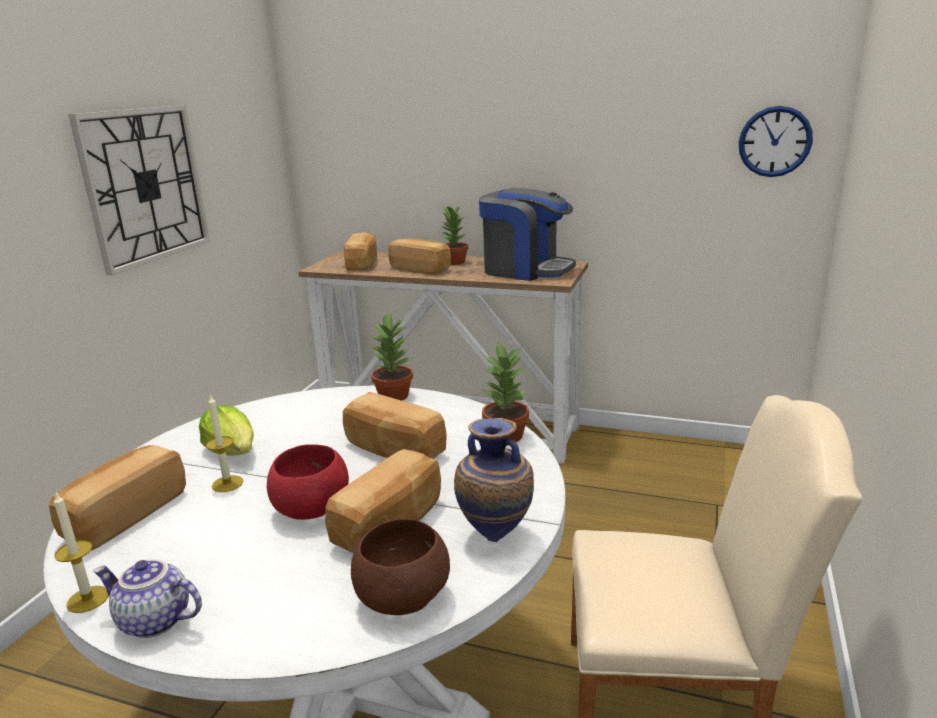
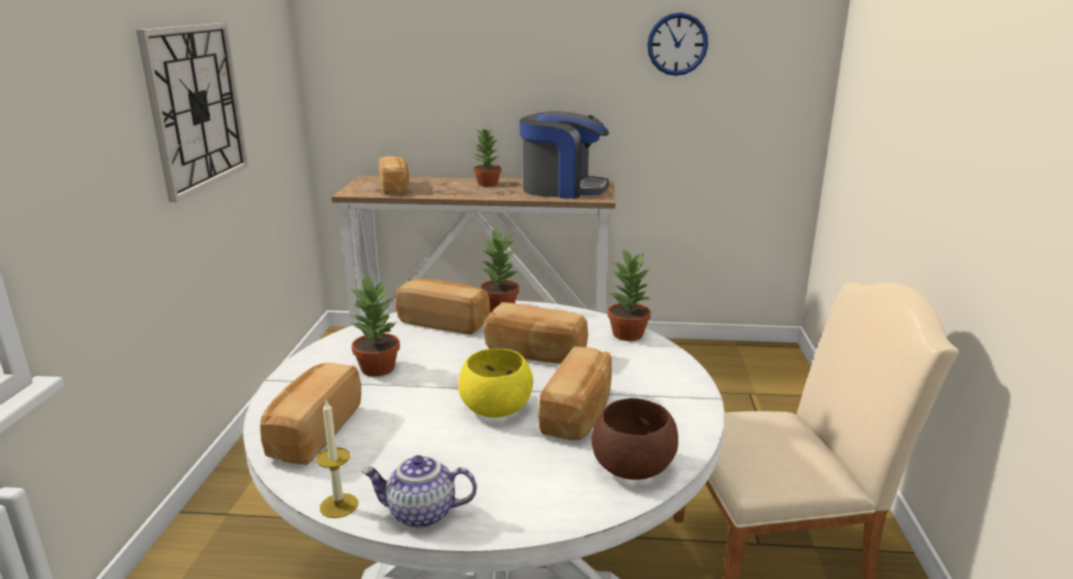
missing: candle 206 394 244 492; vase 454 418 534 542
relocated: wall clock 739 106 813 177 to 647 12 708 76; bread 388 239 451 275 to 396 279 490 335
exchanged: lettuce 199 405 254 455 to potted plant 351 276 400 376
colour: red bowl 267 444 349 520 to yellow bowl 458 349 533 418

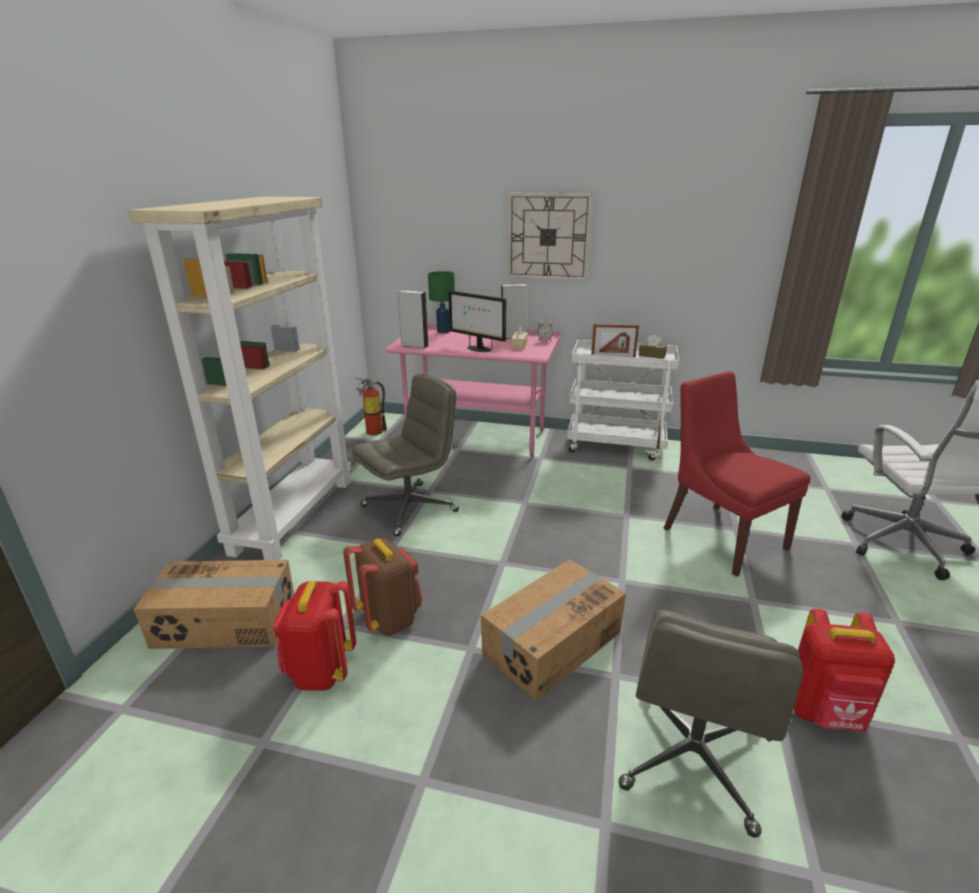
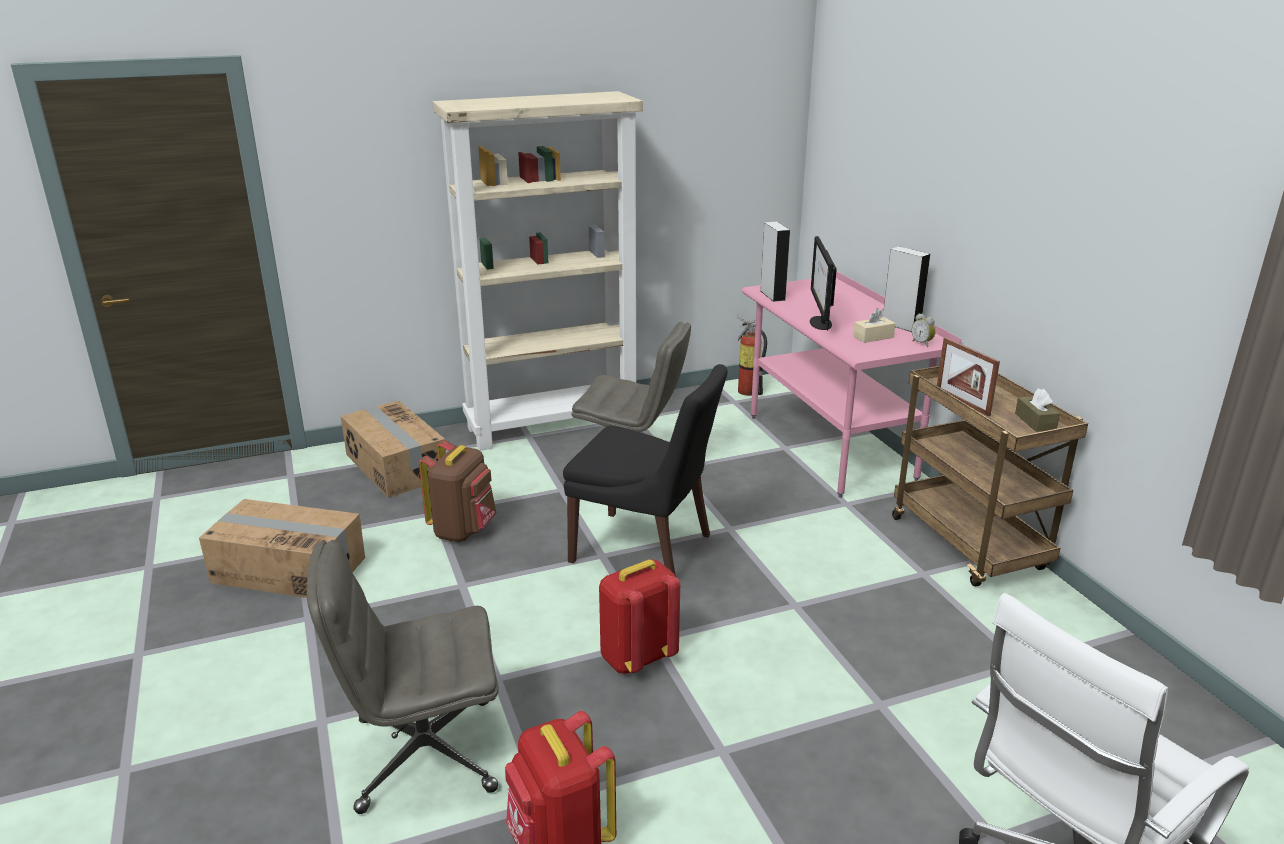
missing: wall clock 508 193 592 281; green table lamp 428 271 455 333; red chair 663 371 811 577
appeared: black chair 563 364 728 576
relocated: cardboard box 481 559 626 701 to 199 499 365 598; red backpack 273 581 356 691 to 599 559 680 674
colour: white cart 567 340 679 461 to brown cart 892 366 1088 587

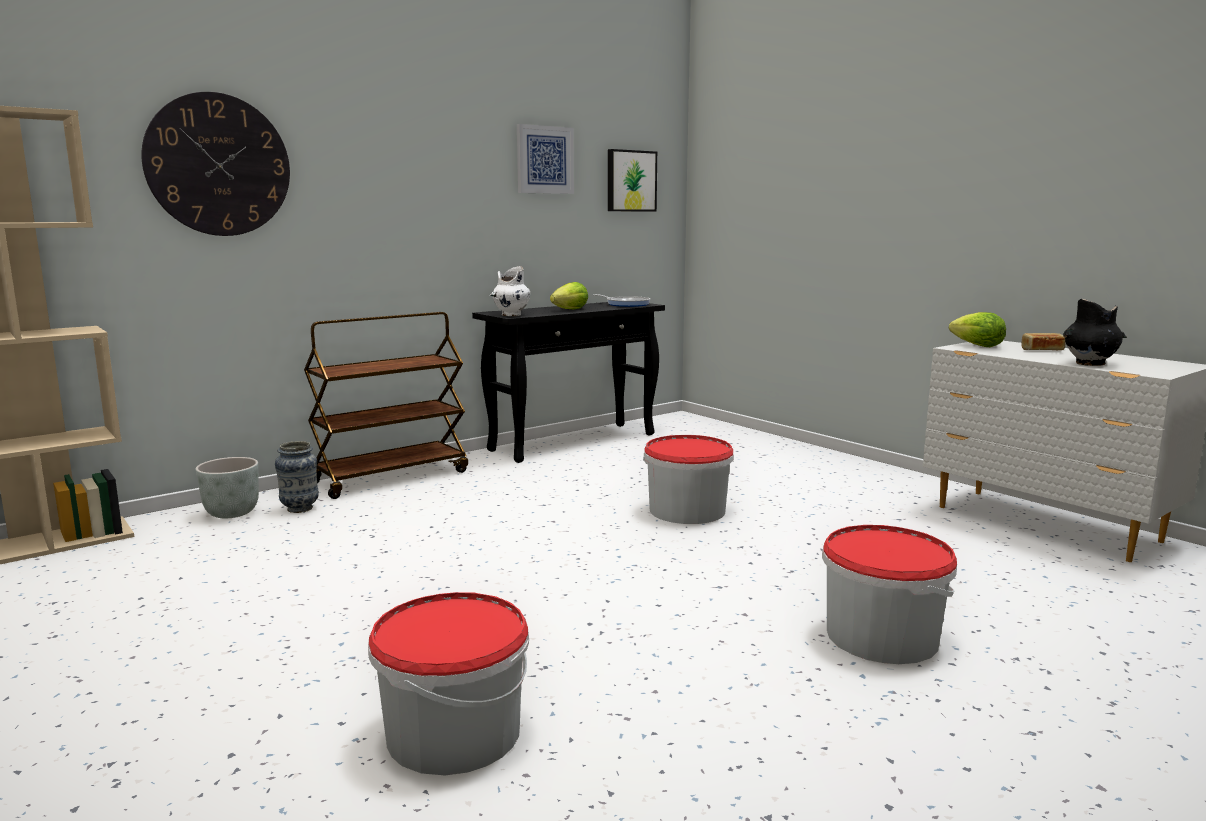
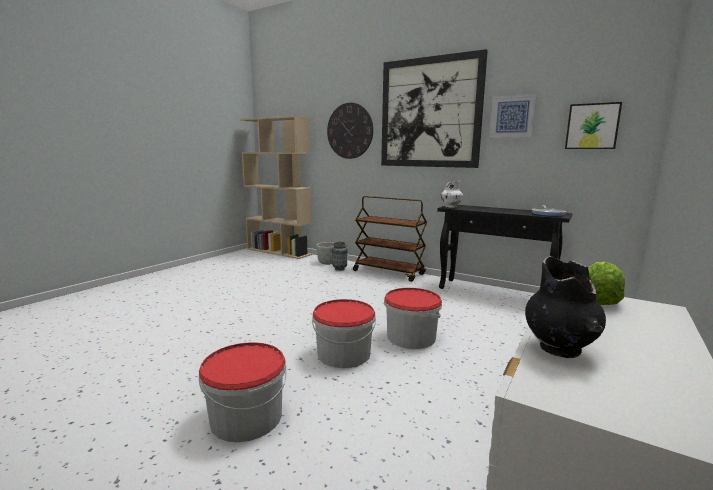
missing: lettuce 550 282 588 309; bread 1021 333 1066 350
appeared: picture 381 49 488 168
relocated: bucket 368 592 529 775 to 312 299 376 368

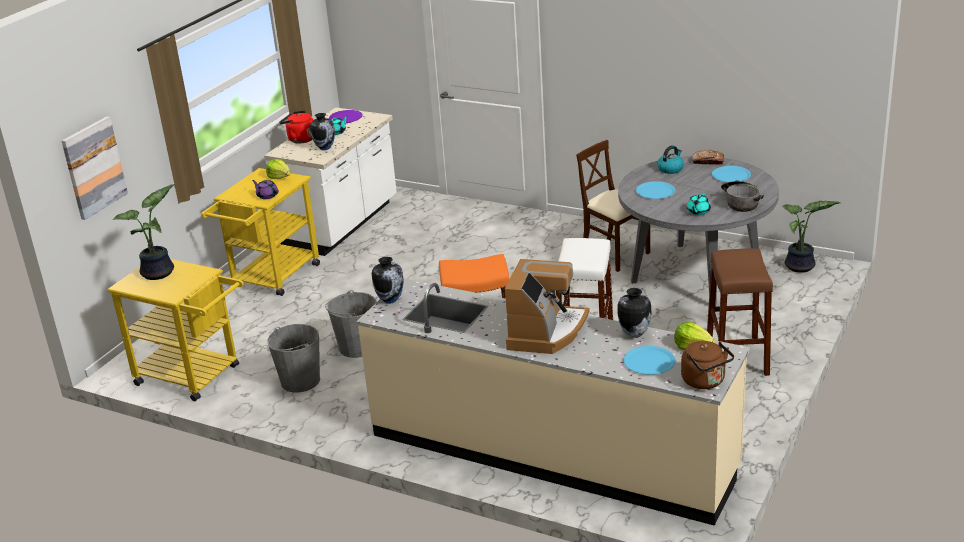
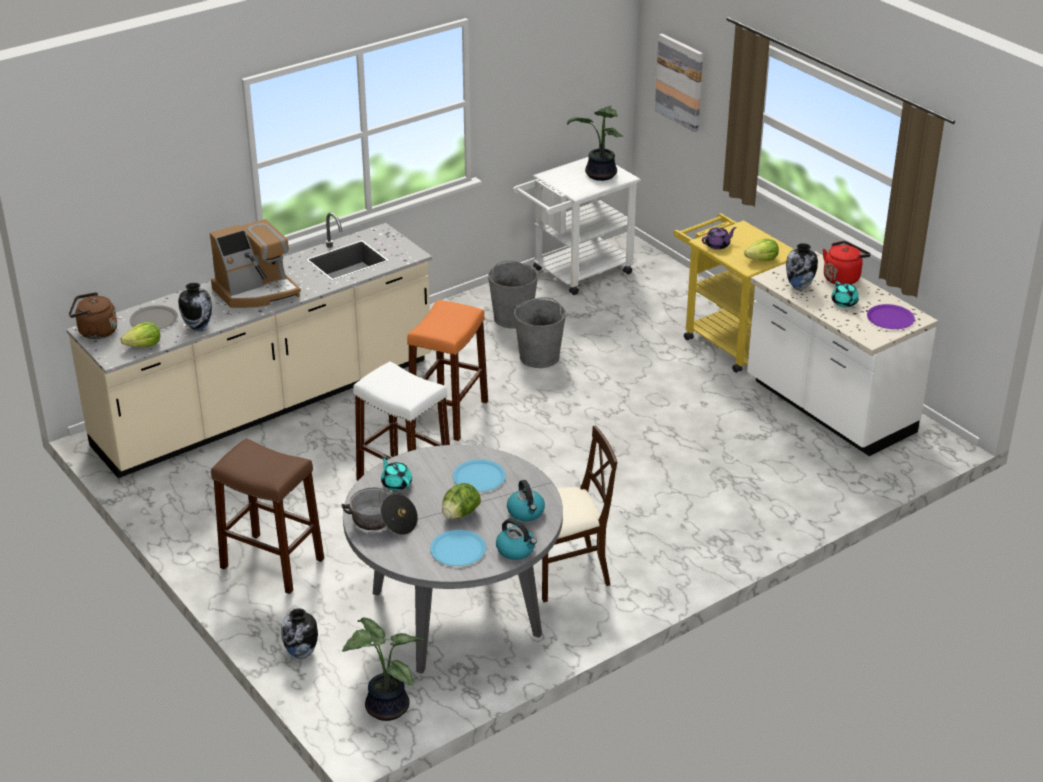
appeared: lettuce 442 483 481 519
relocated: vase 372 257 404 304 to 281 608 318 659
exchanged: bread 692 150 724 165 to kettle 496 518 537 560
colour: yellow cart 107 259 244 401 to white cart 513 157 641 295; blue plate 623 346 675 375 to grey plate 130 305 178 330
spun: coffee machine 505 259 589 354 = 210 219 301 308 75 degrees counterclockwise

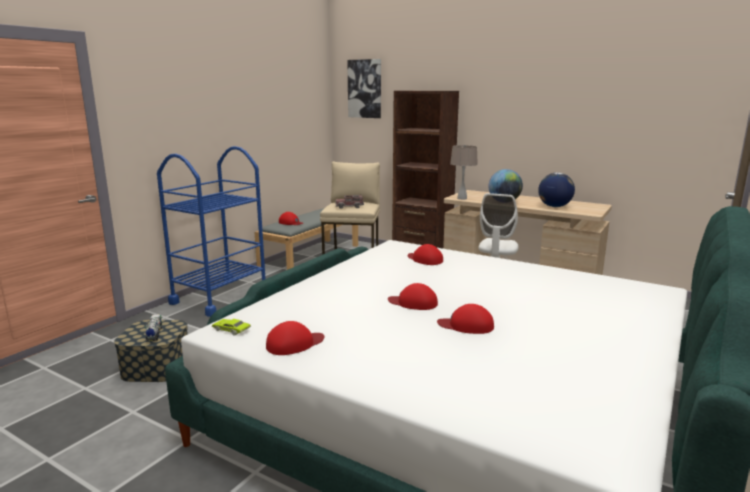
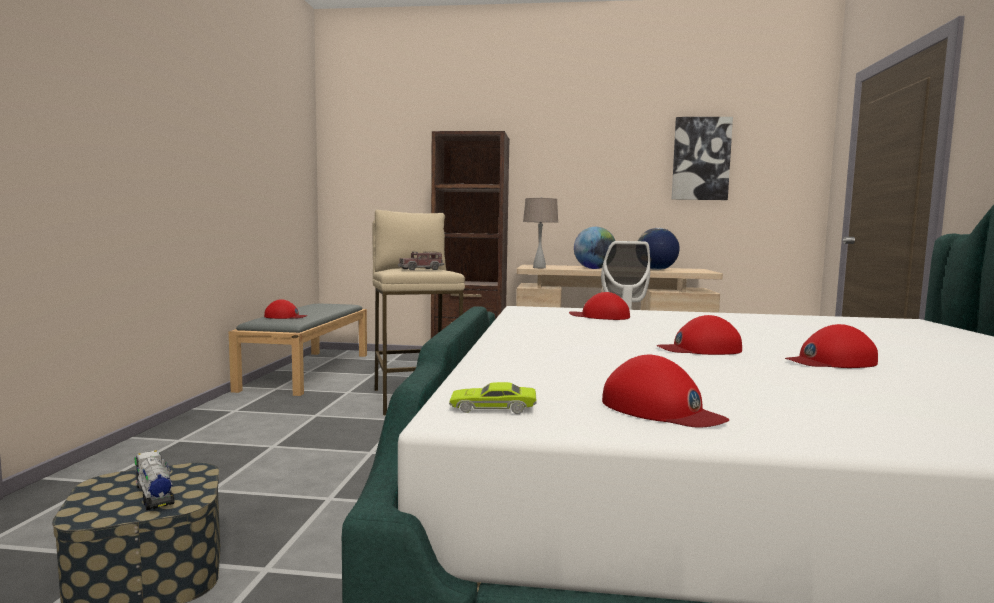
missing: blue cart 157 146 265 317
relocated: picture 347 59 381 118 to 672 117 733 200
spun: red cap 266 321 324 355 = 602 355 729 428 105 degrees clockwise

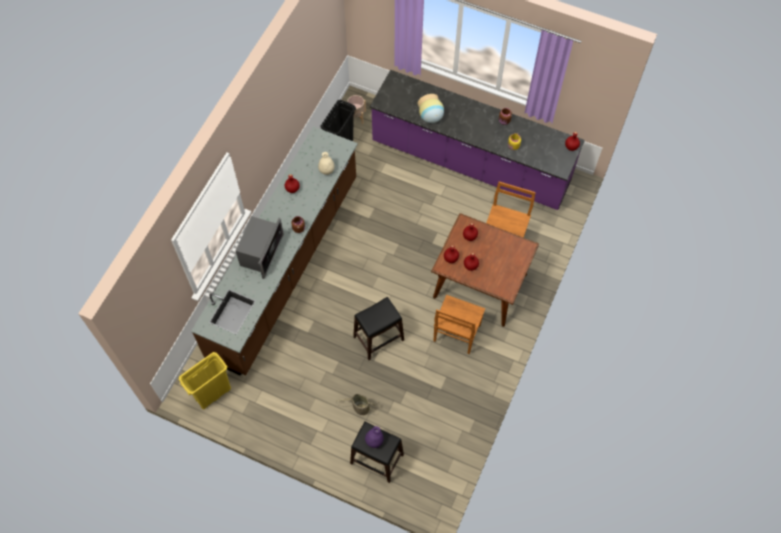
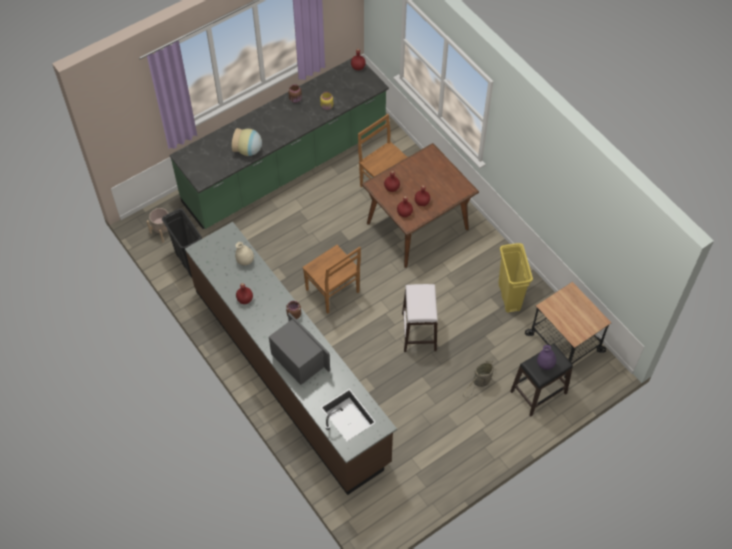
appeared: cart 525 282 611 378
relocated: brown chair 434 295 485 354 to 302 245 361 314; yellow trash can 179 352 231 409 to 498 243 533 313
colour: purple counter 370 70 585 210 to green counter 170 58 389 229; black stool 353 297 404 360 to white stool 402 284 438 352

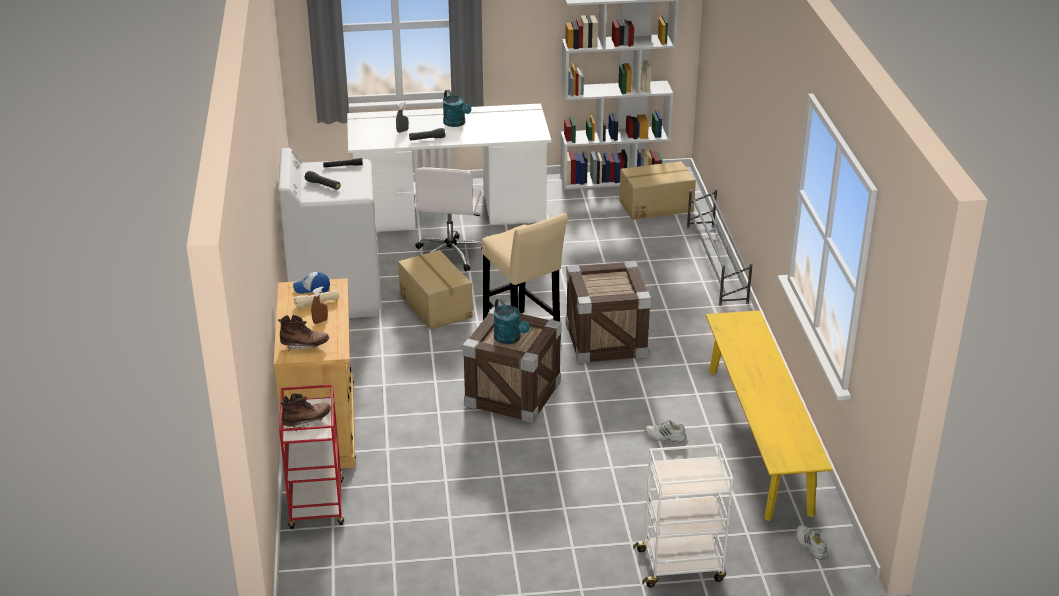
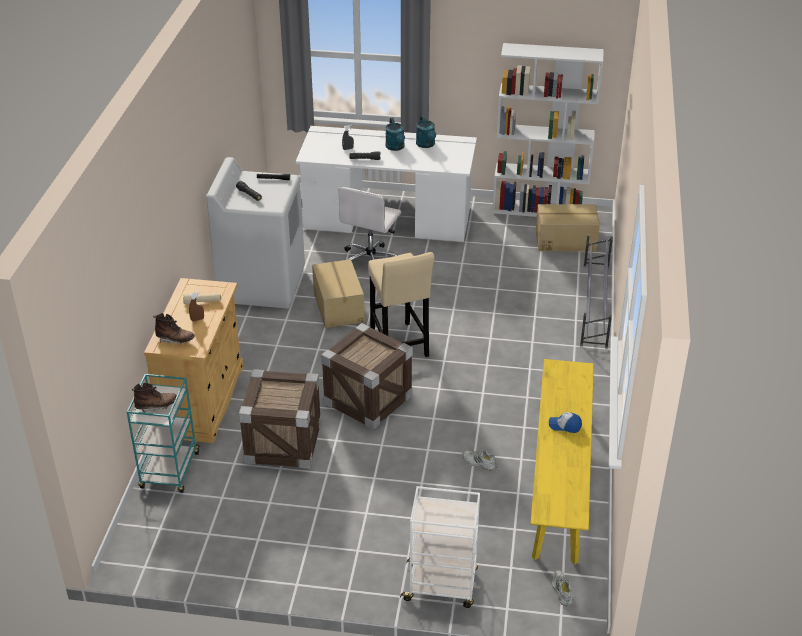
relocated: crate 566 261 651 364 to 239 369 322 469; cap 293 272 330 294 to 549 412 582 433; turquoise watering can 494 298 530 344 to 416 115 436 148
colour: red cart 279 384 344 529 to turquoise cart 127 374 200 493

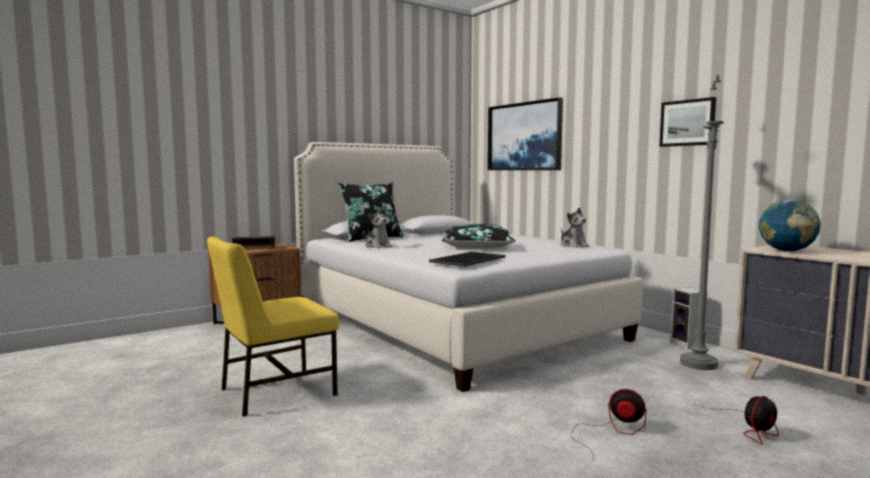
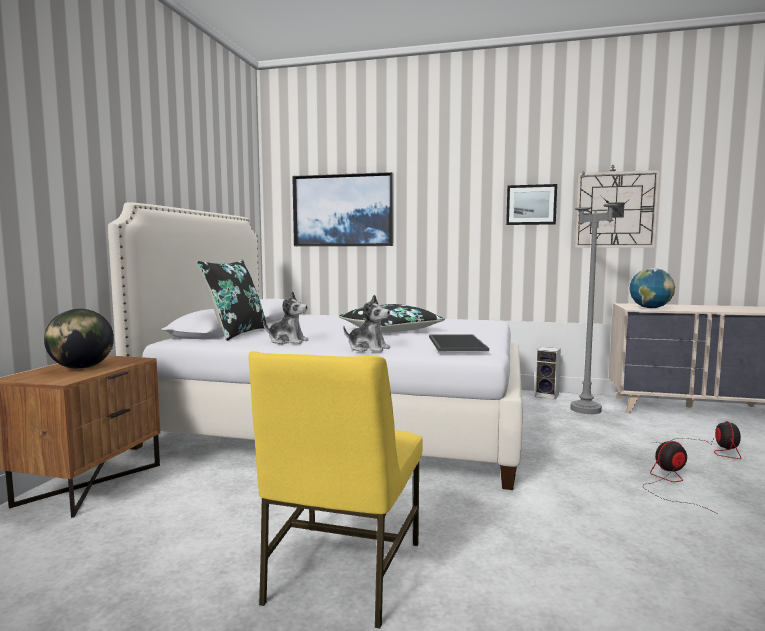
appeared: wall clock 575 170 660 248
relocated: plush toy 561 208 589 248 to 343 294 390 352
exchanged: book 231 236 275 250 to globe 44 309 114 369

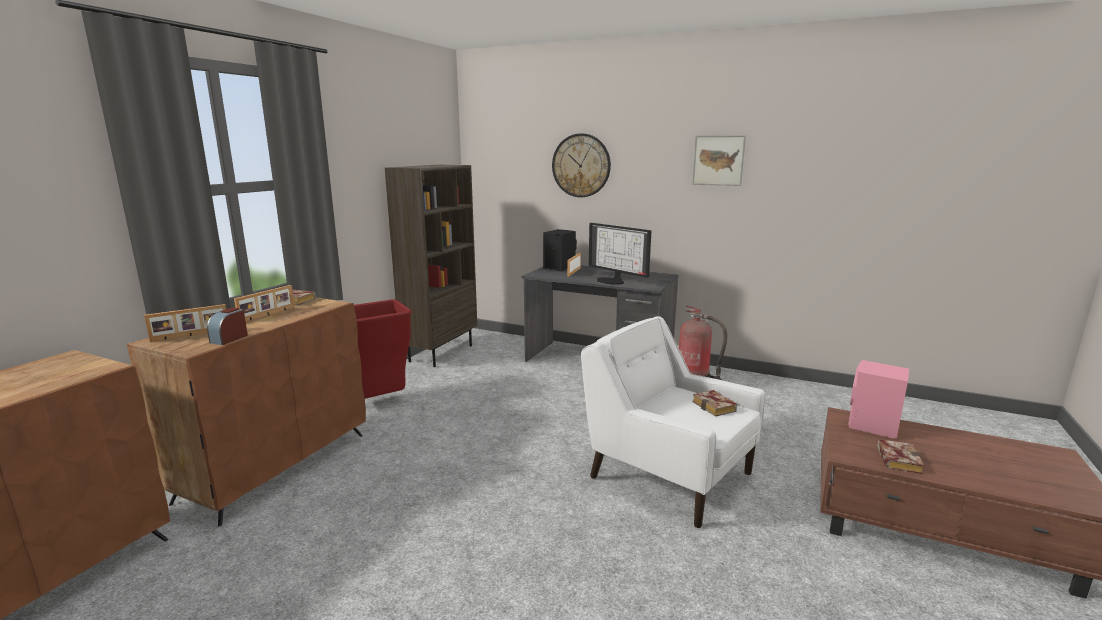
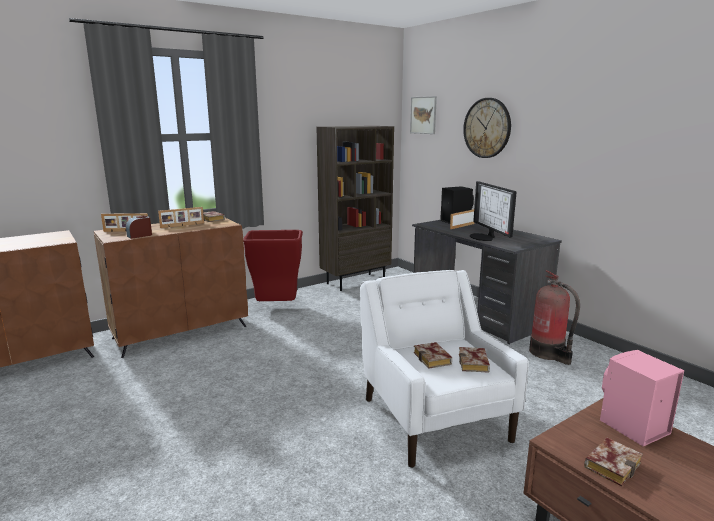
appeared: book 414 342 452 369
relocated: picture 692 135 746 186 to 410 96 437 134

